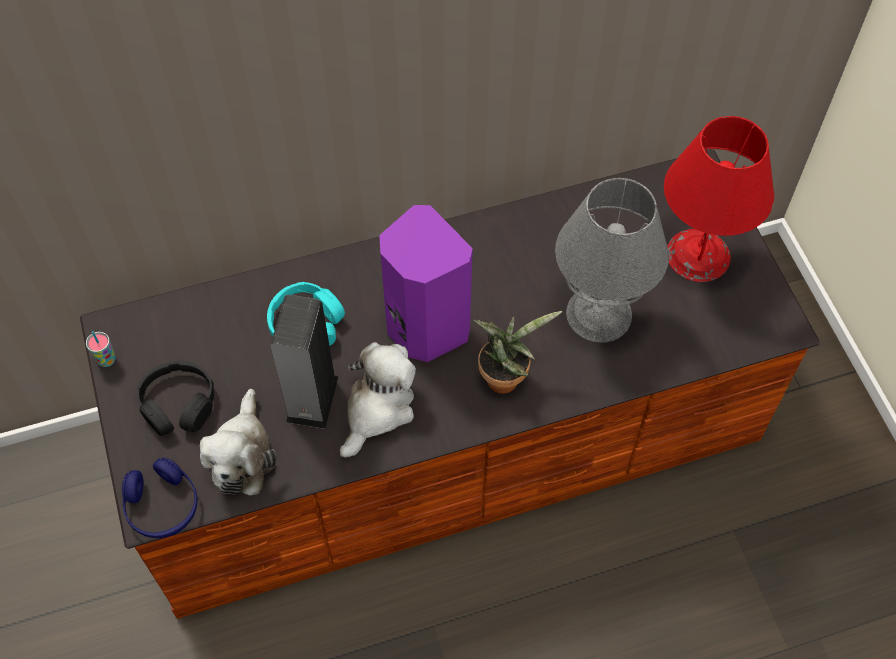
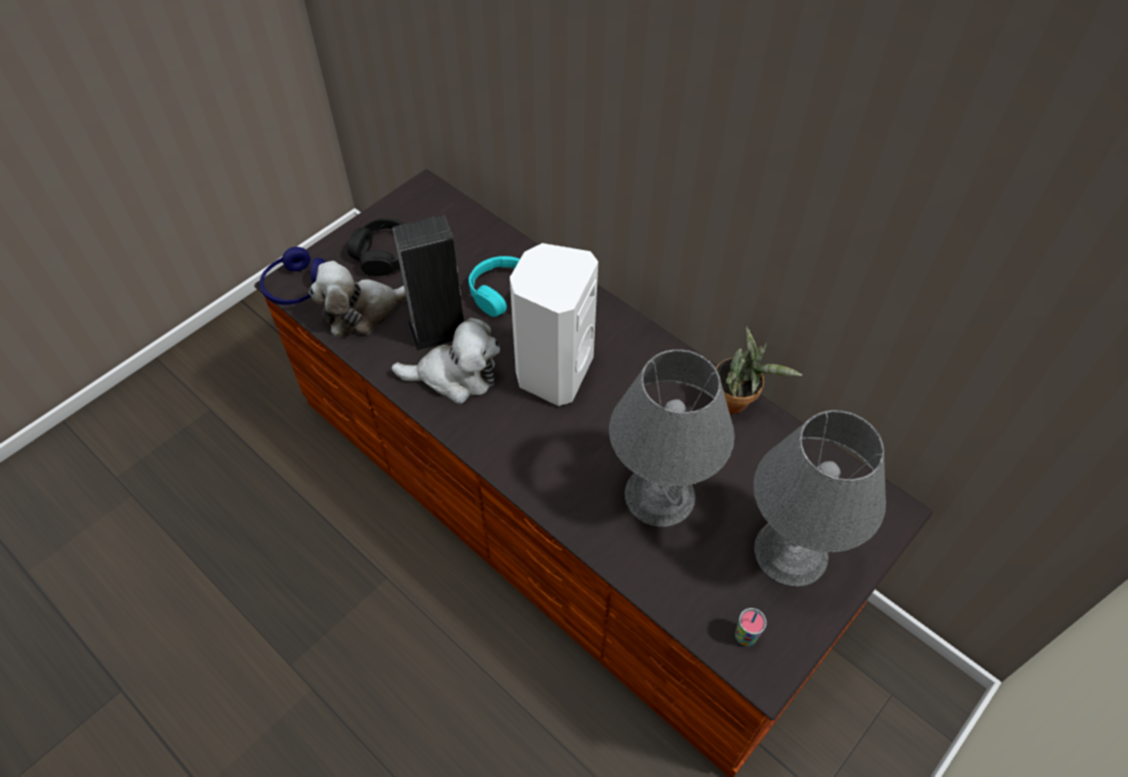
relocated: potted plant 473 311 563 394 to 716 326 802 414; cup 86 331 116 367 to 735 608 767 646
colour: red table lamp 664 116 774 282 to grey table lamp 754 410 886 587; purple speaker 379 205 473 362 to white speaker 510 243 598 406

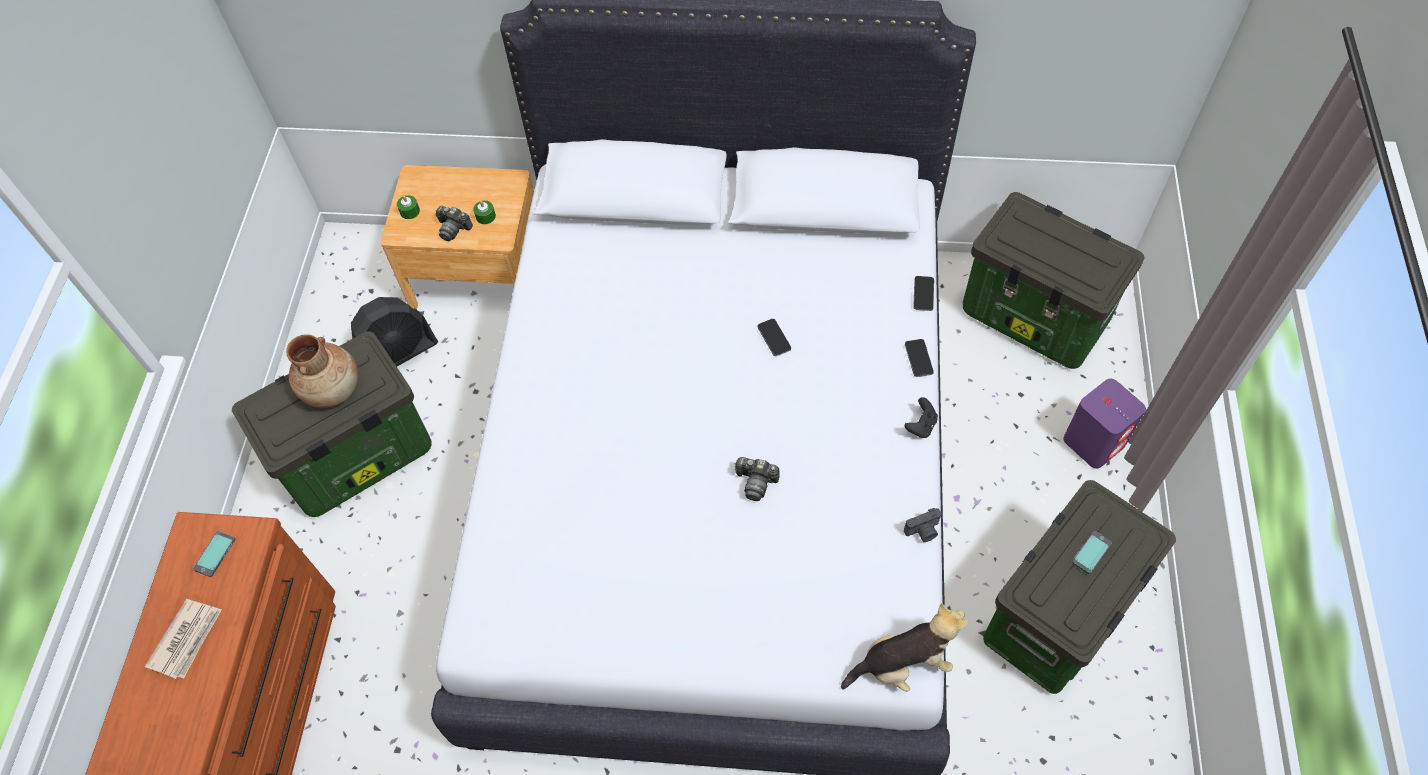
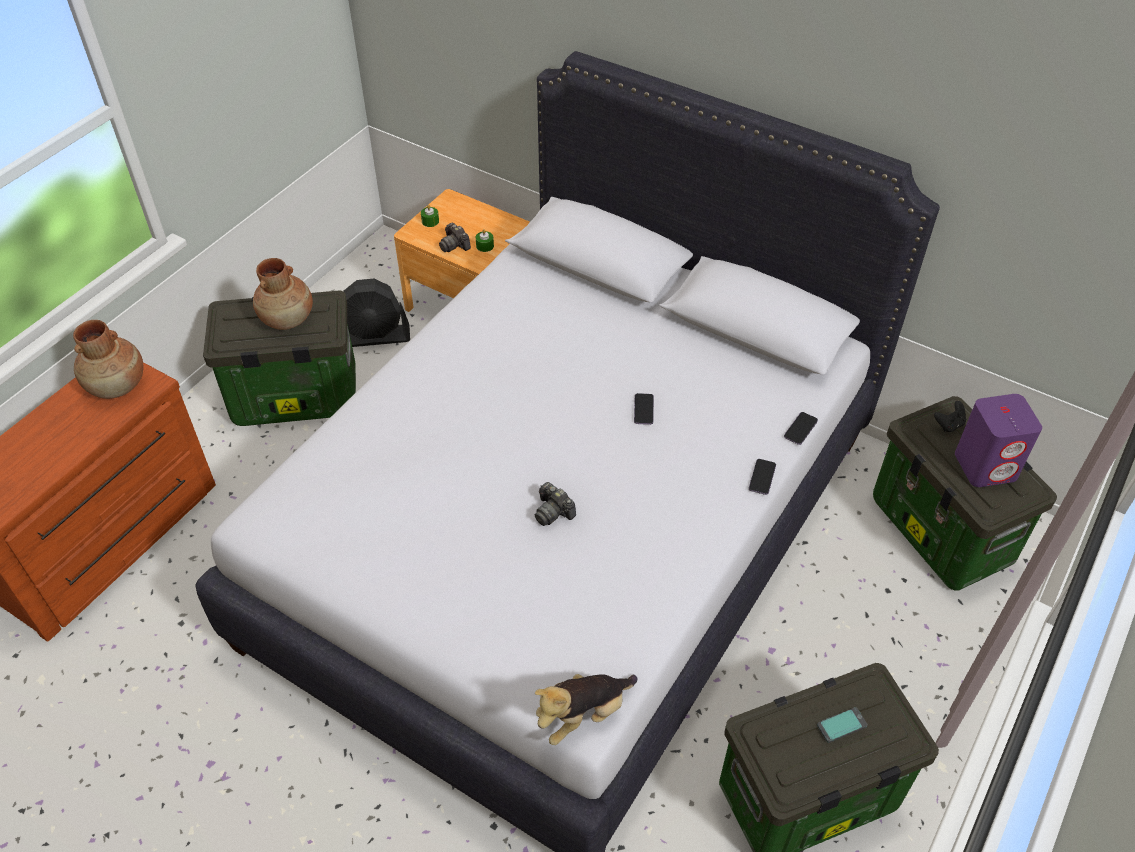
missing: photo camera 904 508 941 542; newspaper 145 599 222 679
relocated: purple speaker 1063 379 1146 468 to 955 394 1042 487; black game controller 904 397 938 438 to 934 401 966 432
exchanged: phone 193 531 235 577 to brown vase 73 320 143 399
spun: plush toy 841 603 968 692 = 535 674 637 745 135 degrees clockwise

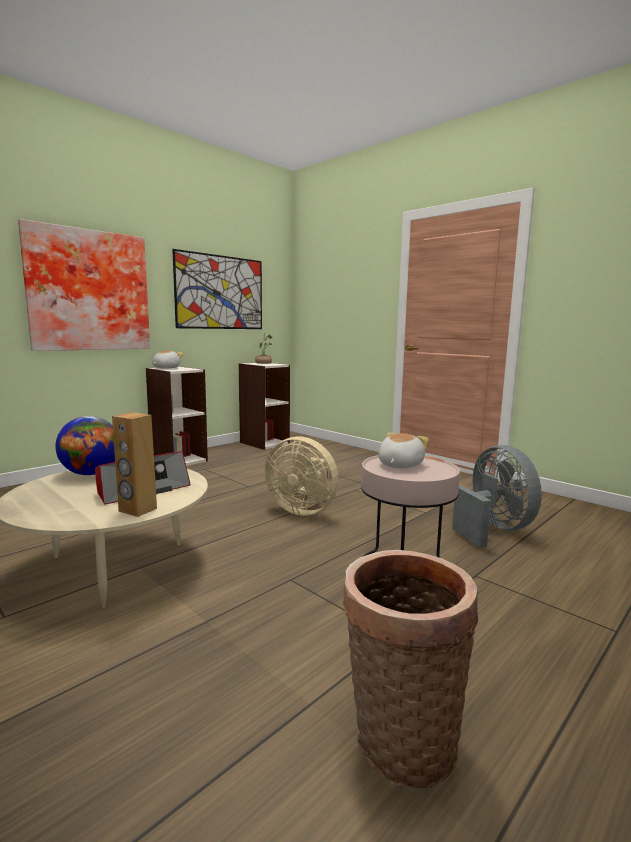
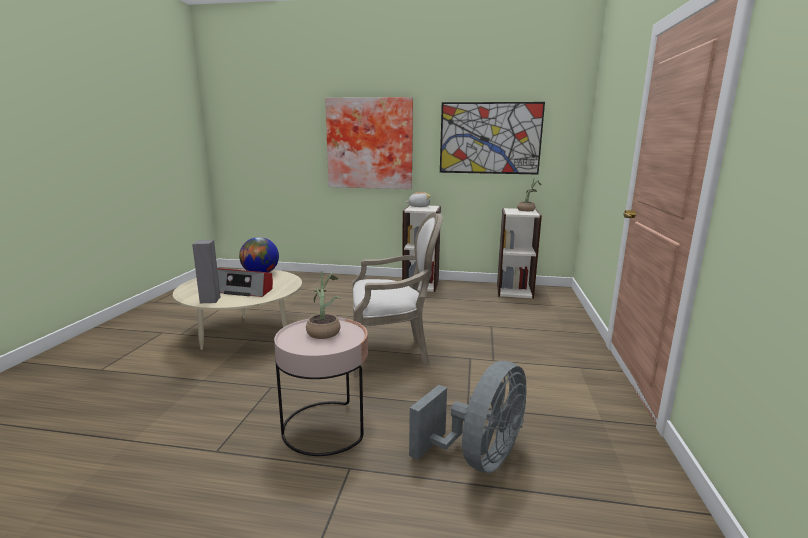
missing: basket 343 550 478 788
exchanged: plush toy 378 433 429 468 to potted plant 306 271 341 339; beige fan 265 436 339 516 to armchair 353 212 443 377
colour: brown speaker 112 412 157 517 to grey speaker 192 240 220 303

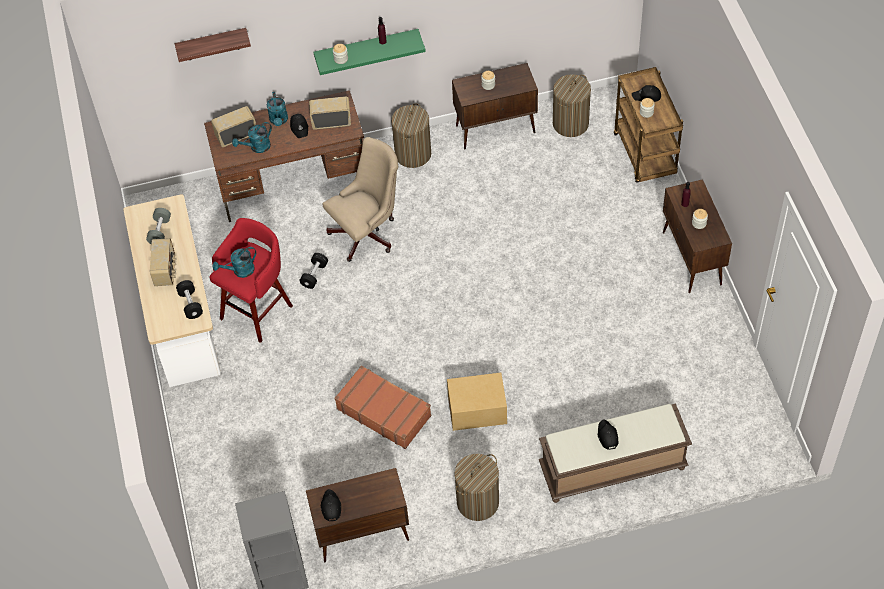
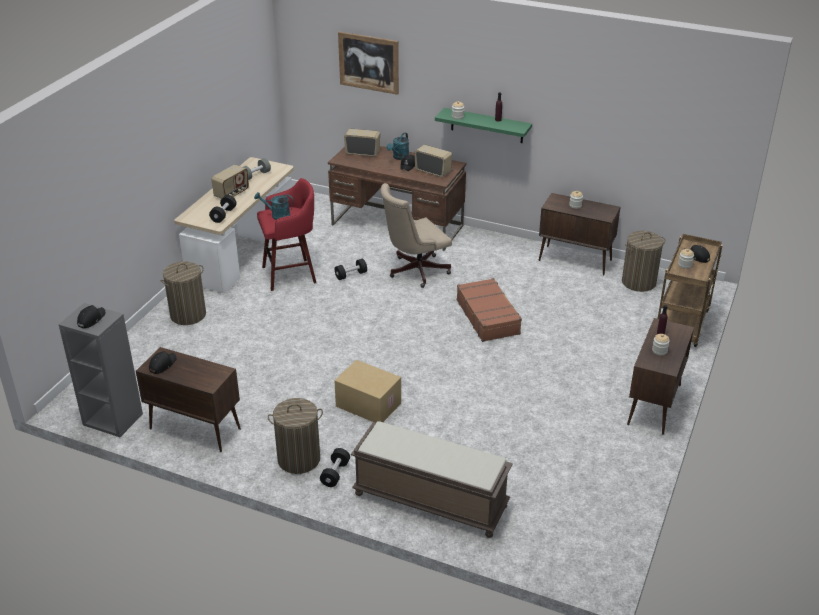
missing: turquoise watering can 232 122 272 153
appeared: black dumbbell 320 448 350 487
relocated: laundry basket 391 103 431 168 to 161 262 206 325; brown suitcase 335 365 431 449 to 457 278 522 342; black cap 598 420 618 450 to 77 305 106 328
exchanged: shelf 175 28 251 62 to picture 338 32 399 95
spun: beige office chair 323 137 398 262 = 381 183 452 288 150 degrees clockwise

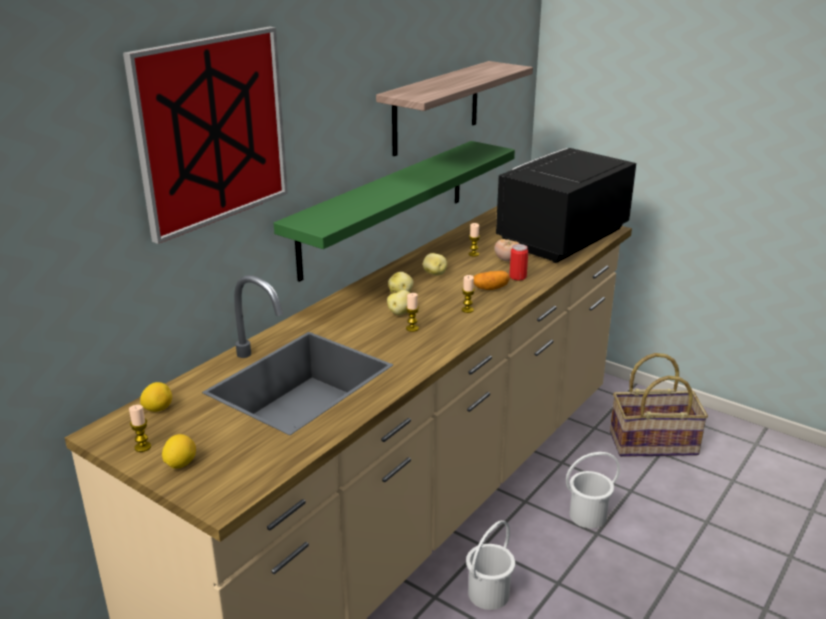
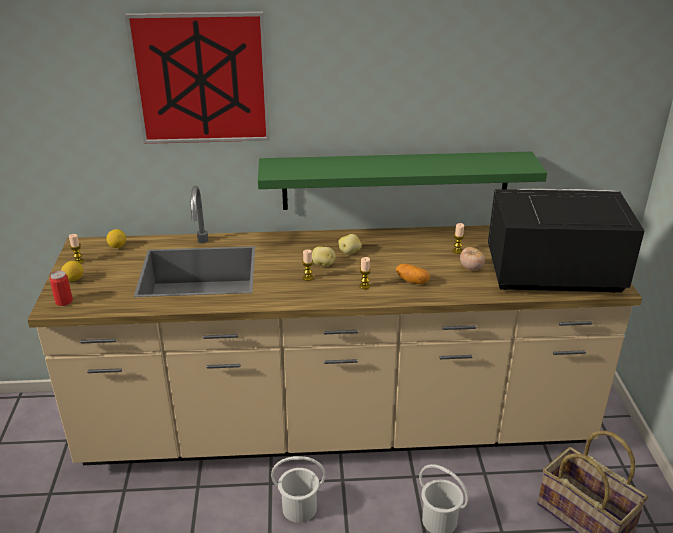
missing: shelf 376 61 533 156; potato 423 253 447 276
relocated: can 509 244 528 281 to 50 271 73 306

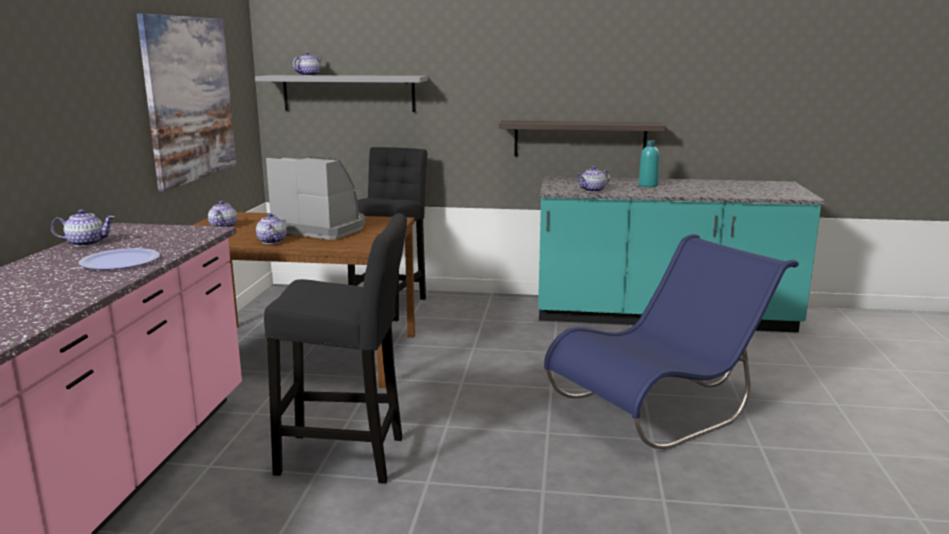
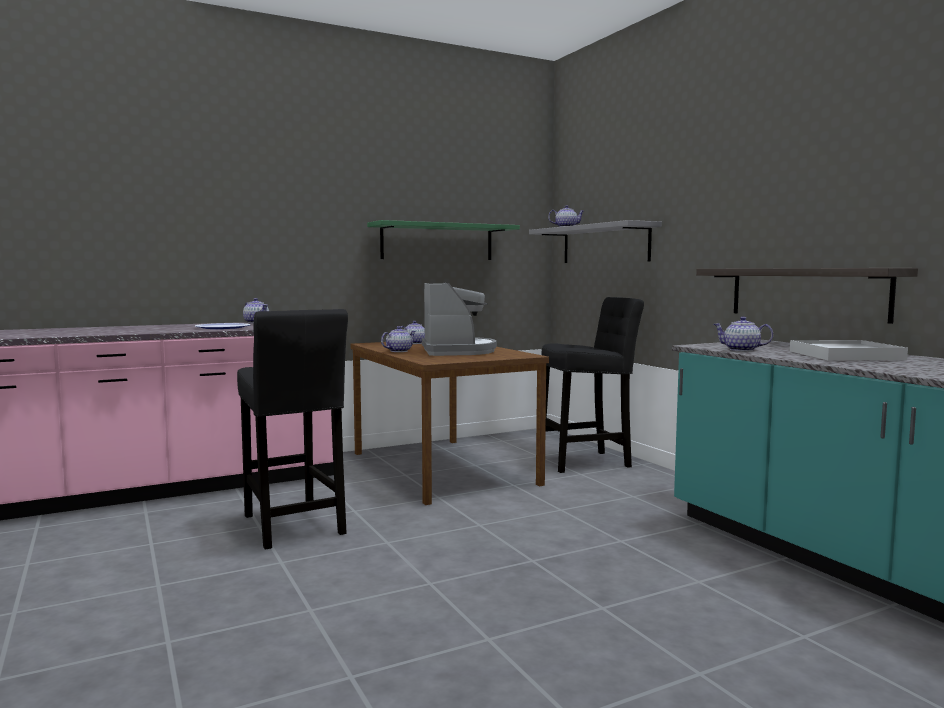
missing: blue chair 544 234 799 449
exchanged: picture 137 14 236 191 to green shelf 367 220 520 260; turquoise bottle 638 140 659 187 to white tray 790 340 908 360

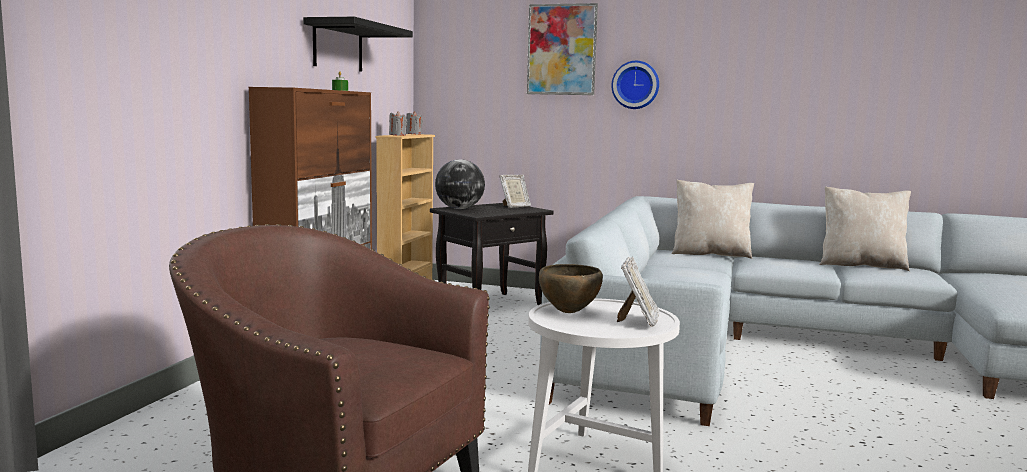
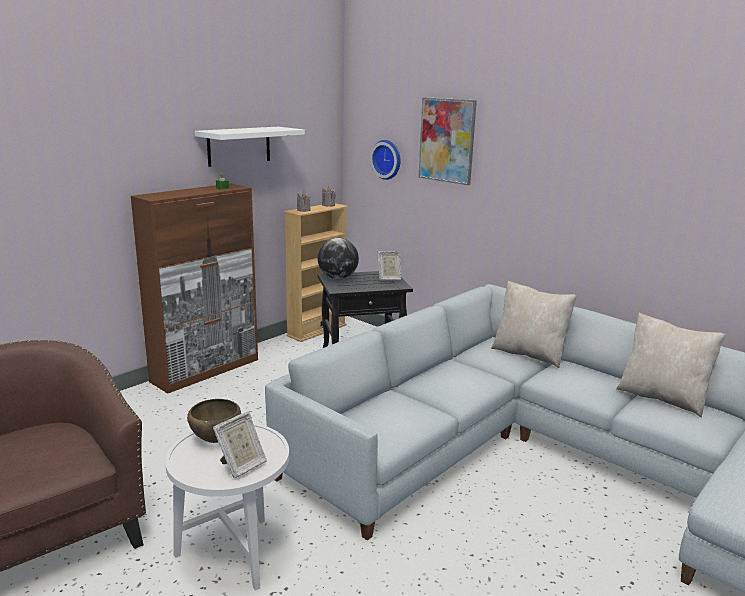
relocated: wall clock 611 61 659 109 to 370 140 401 180
colour: black shelf 303 17 413 72 to white shelf 195 127 305 167

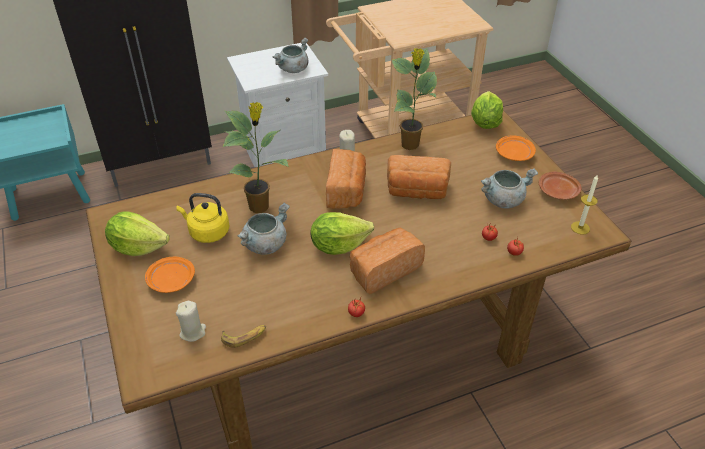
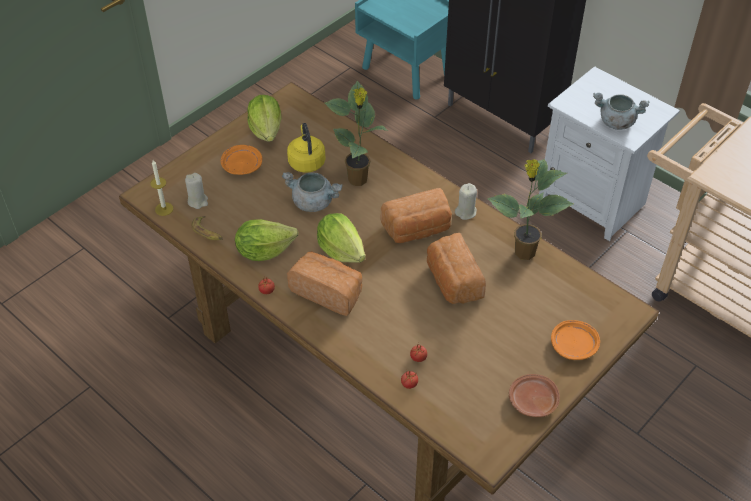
missing: grey cooking pot 481 168 538 209
relocated: lettuce 471 91 503 129 to 235 219 298 261; candle 571 175 598 235 to 150 160 173 216

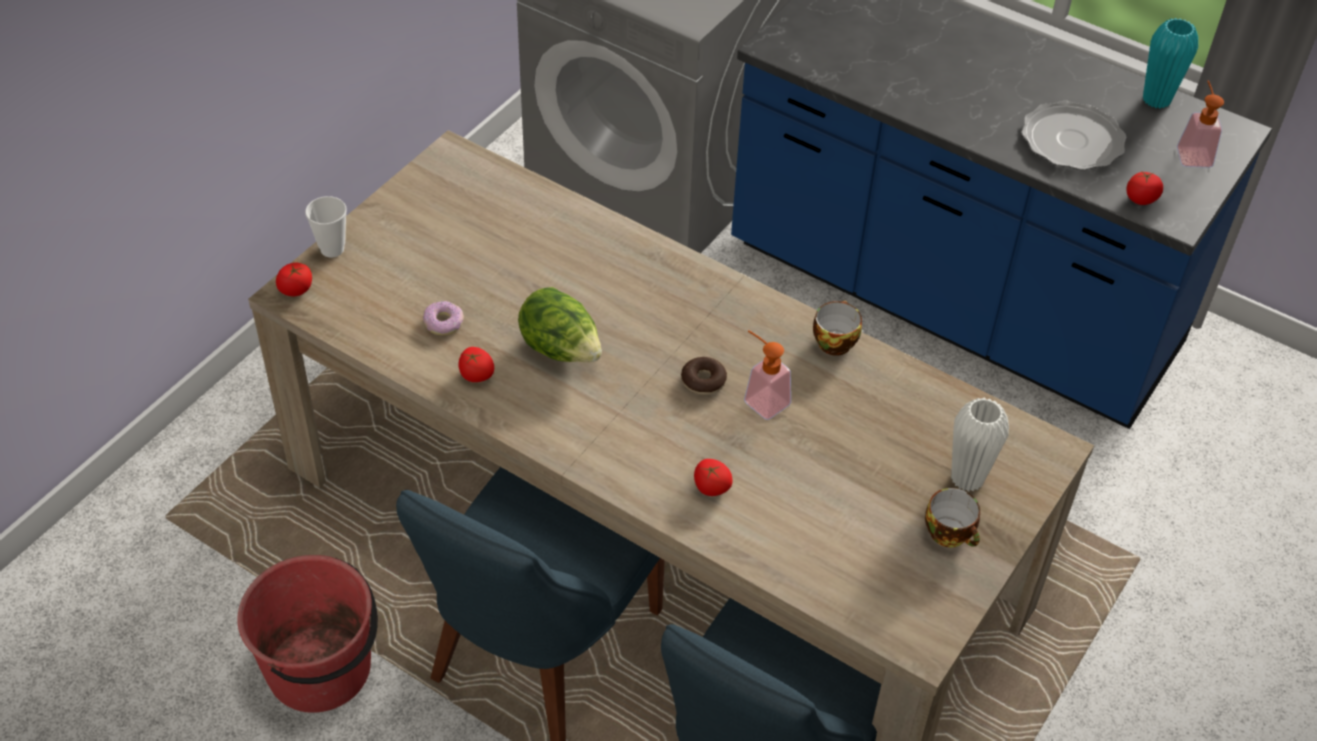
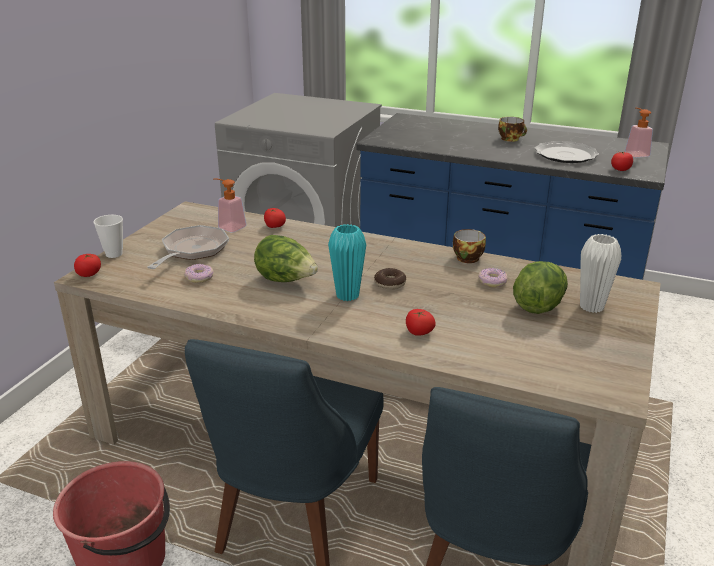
appeared: frying pan 147 225 229 269; lettuce 513 261 568 314; donut 478 268 508 287
relocated: turquoise vase 1143 18 1198 109 to 328 224 366 301; soap dispenser 744 330 791 420 to 213 178 246 232; tomato 458 347 494 382 to 264 208 286 228; cup 925 488 980 548 to 498 117 527 142

